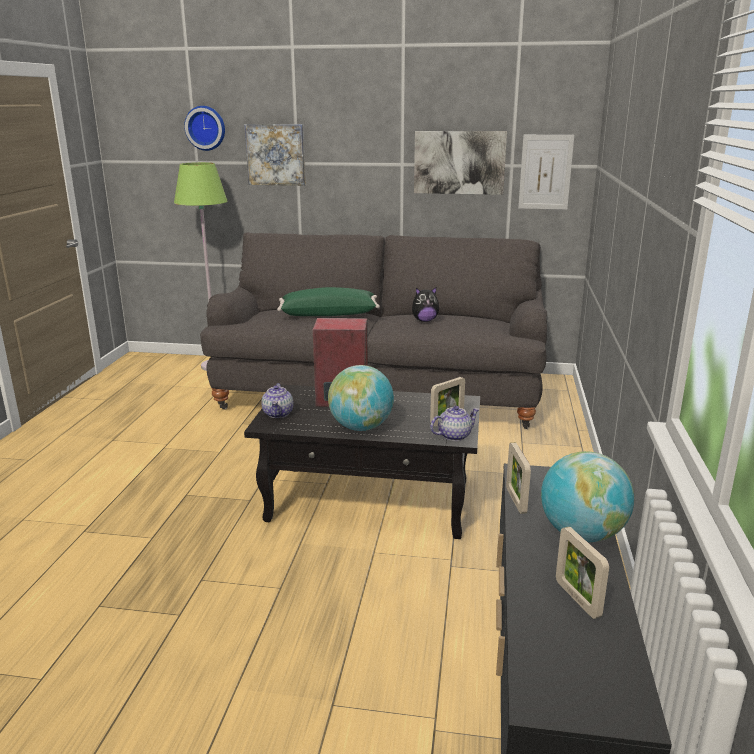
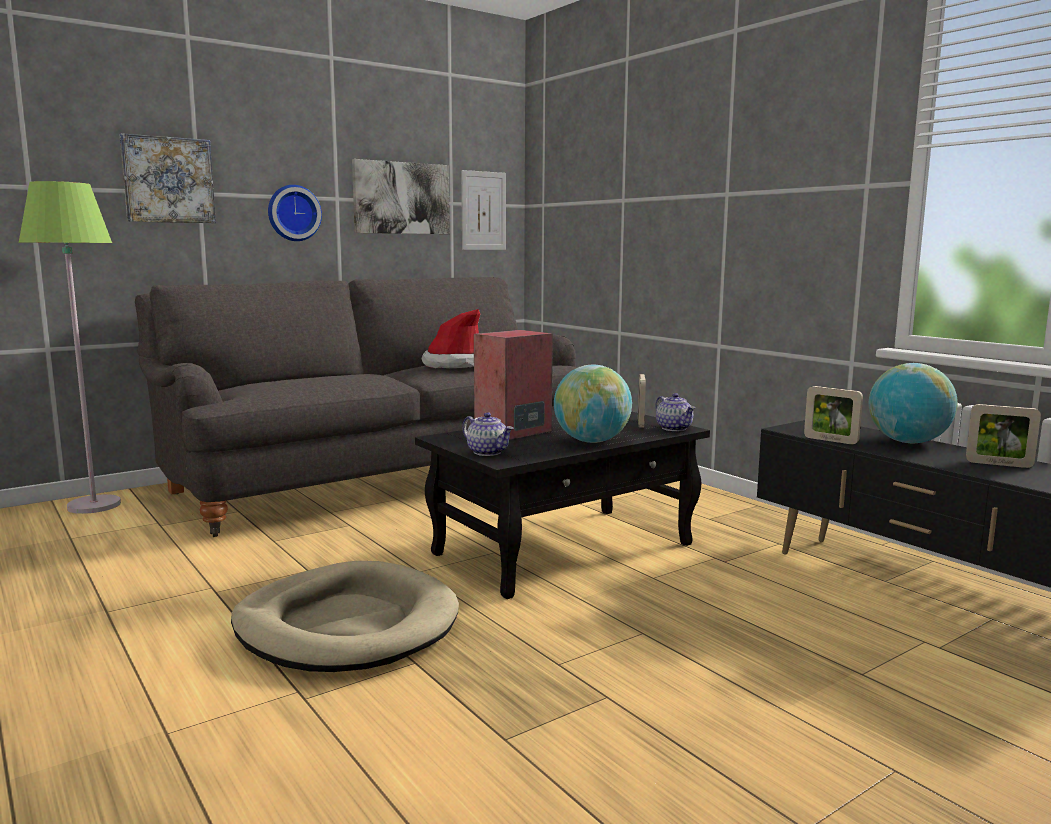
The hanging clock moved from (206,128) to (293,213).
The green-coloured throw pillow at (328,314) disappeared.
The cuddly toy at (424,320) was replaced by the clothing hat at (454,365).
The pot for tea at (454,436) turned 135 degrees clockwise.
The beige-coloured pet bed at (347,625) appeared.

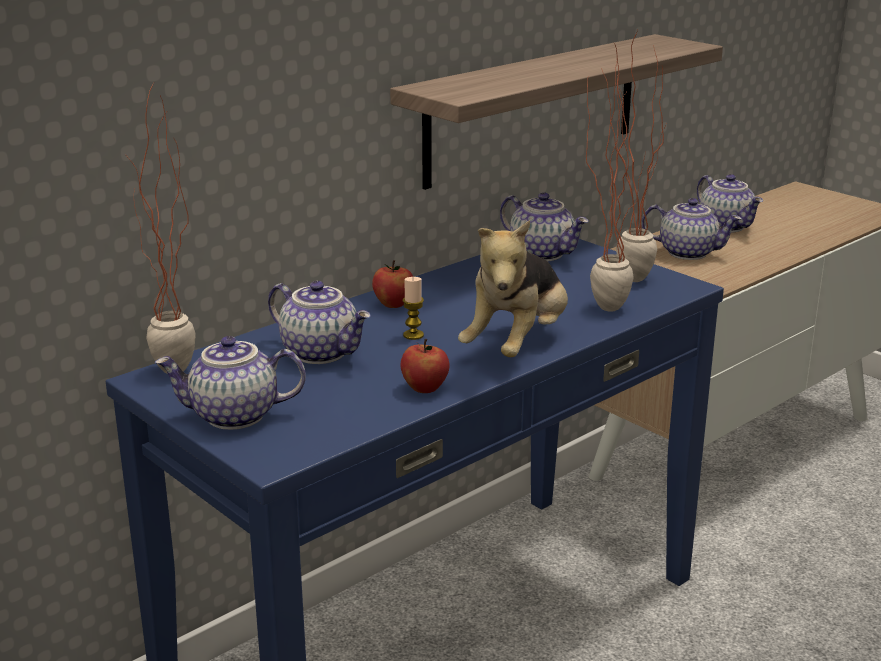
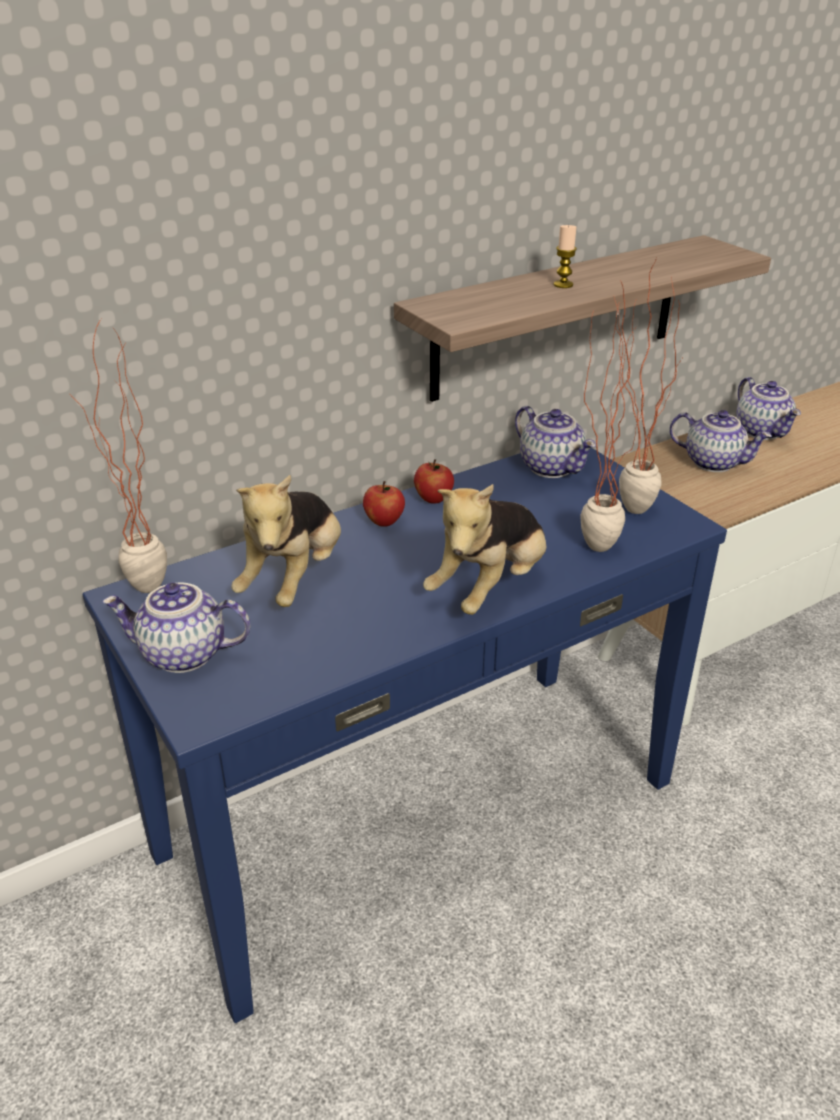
The wax light moved from (413,335) to (563,285).
The pot for tea at (322,352) was replaced by the cuddly toy at (294,579).
The whole apple moved from (425,388) to (433,499).

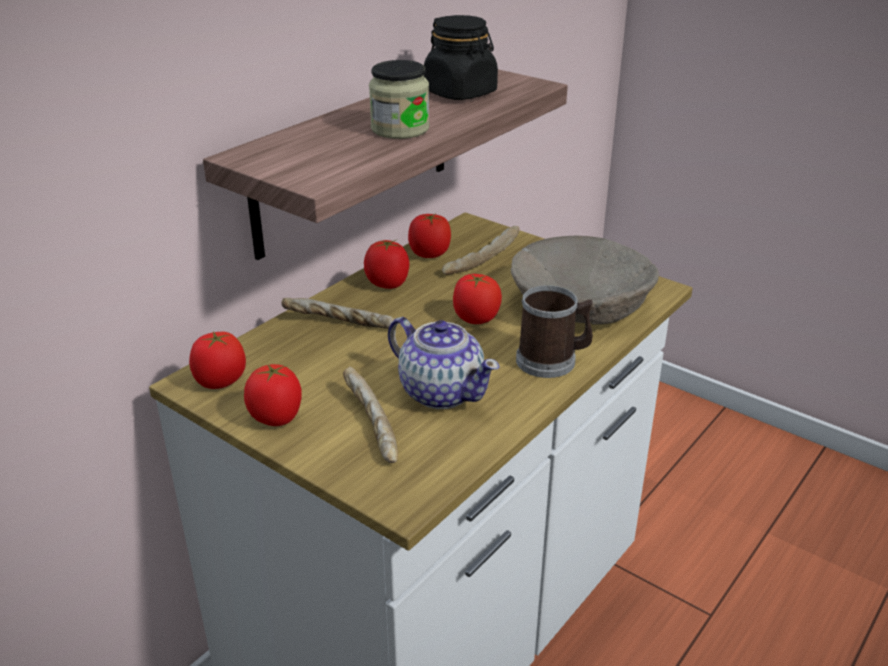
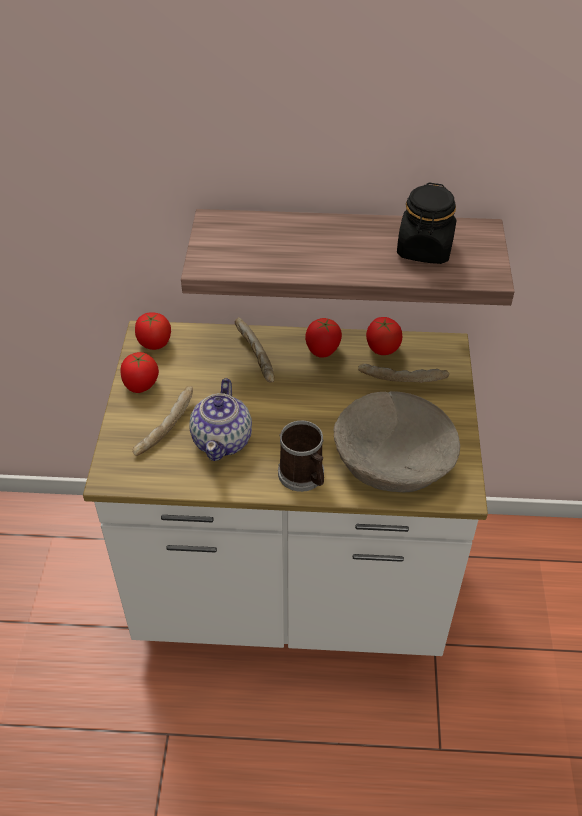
The jar at (400,129) disappeared.
The fresh tomato at (476,319) disappeared.

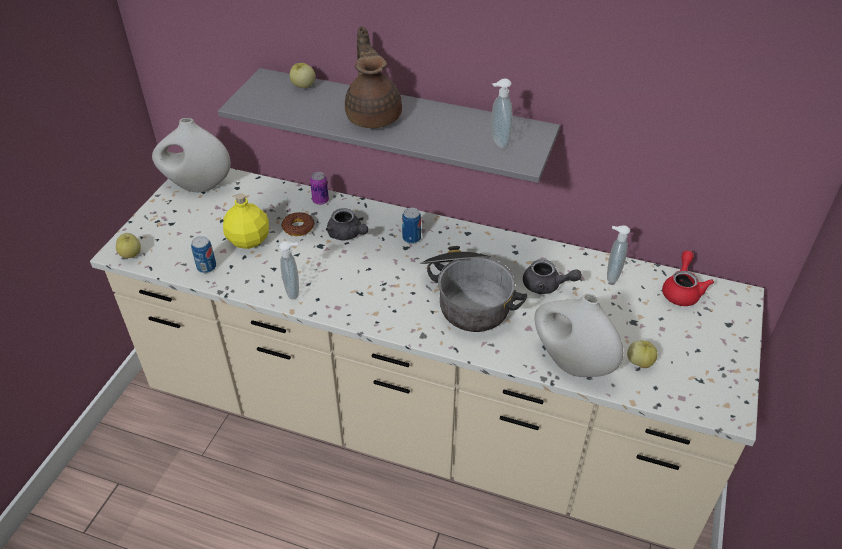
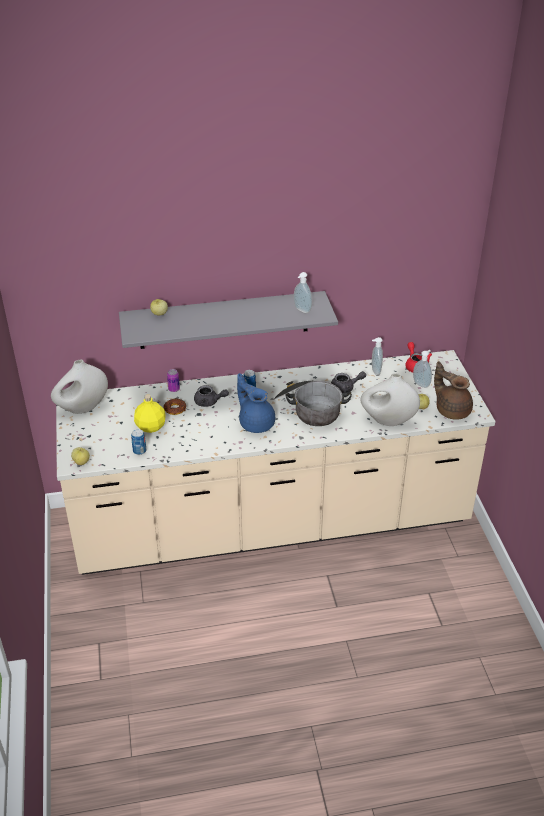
The brown pot for tea moved from (374,115) to (451,410).
The soap dispenser moved from (294,291) to (421,384).
The blue-coloured pot for tea at (256,423) appeared.

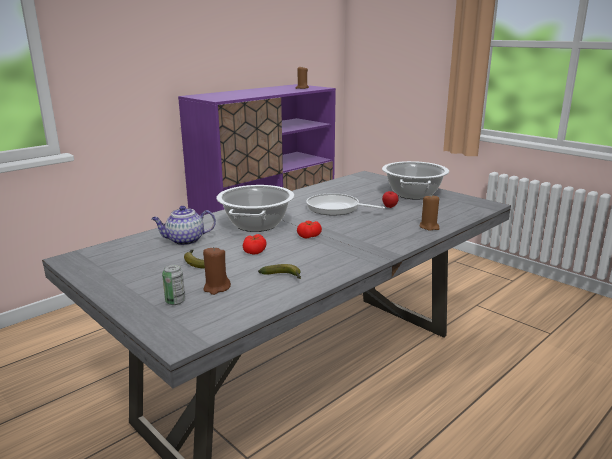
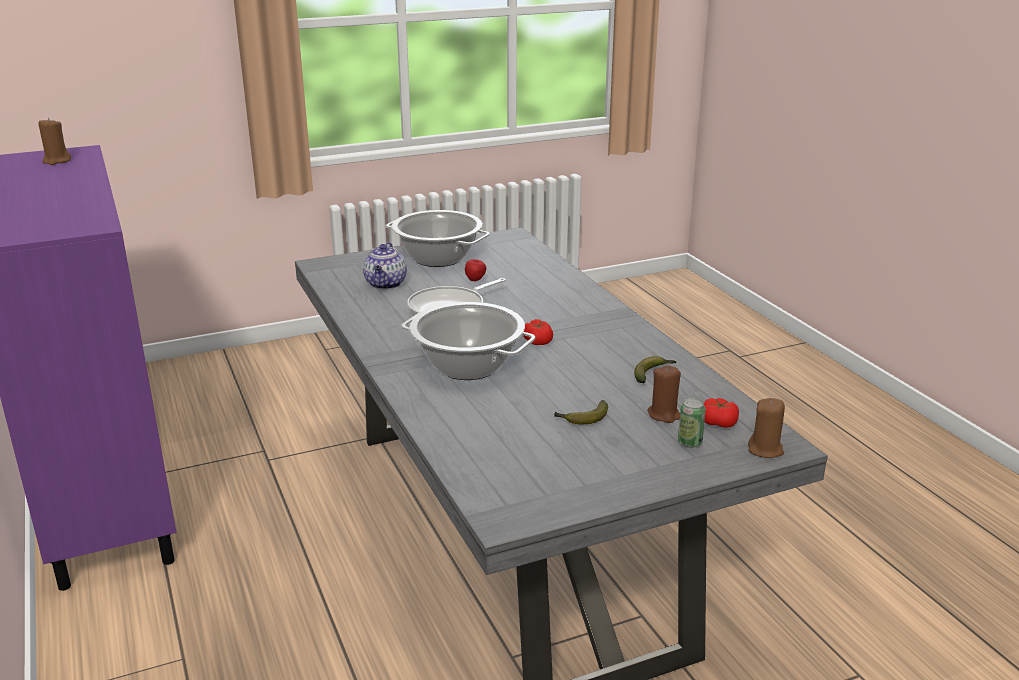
The brown wax light moved from (429,227) to (765,450).
The pot for tea moved from (185,241) to (386,284).
The fresh tomato moved from (255,251) to (718,422).

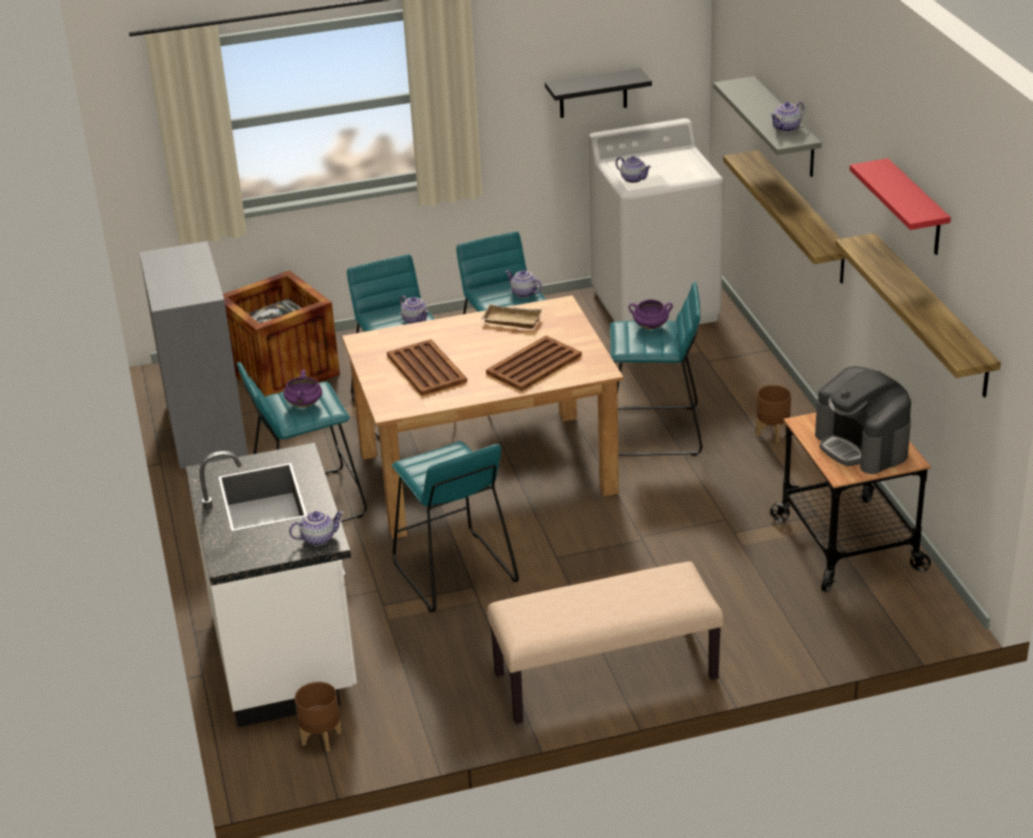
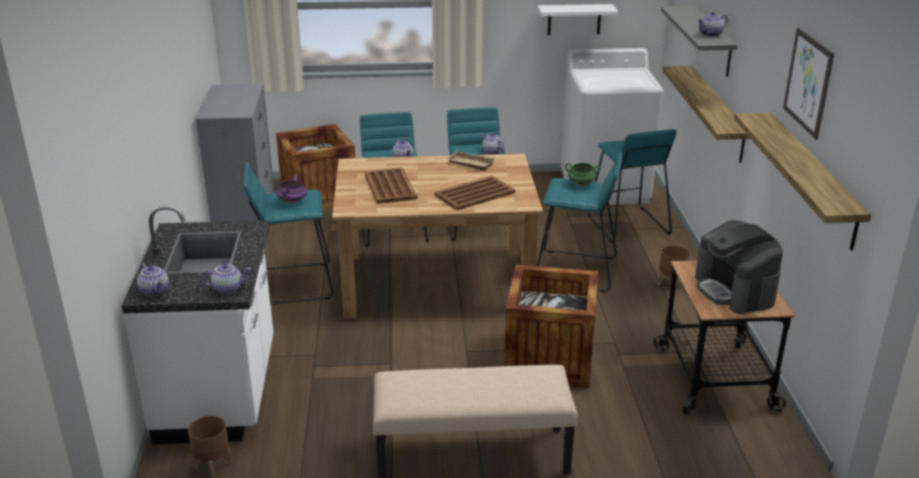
The black-coloured wall shelf at (593,93) became the whitish wall shelf at (574,19).
The pot for tea moved from (634,179) to (155,291).
The reddish wall shelf at (916,209) was replaced by the picture at (808,82).
The purple-coloured stockpot at (650,327) became the green-coloured stockpot at (581,184).
The turquoise-coloured sitting stool moved from (453,572) to (627,225).
The shipping crate at (549,359) appeared.

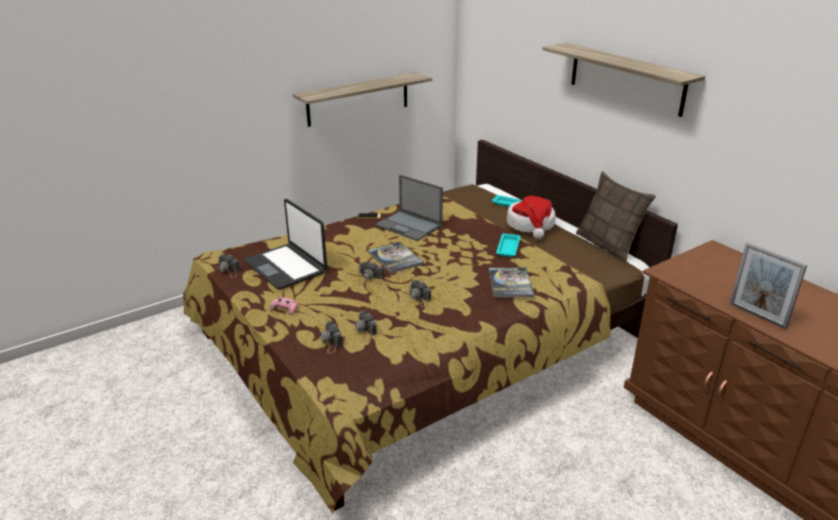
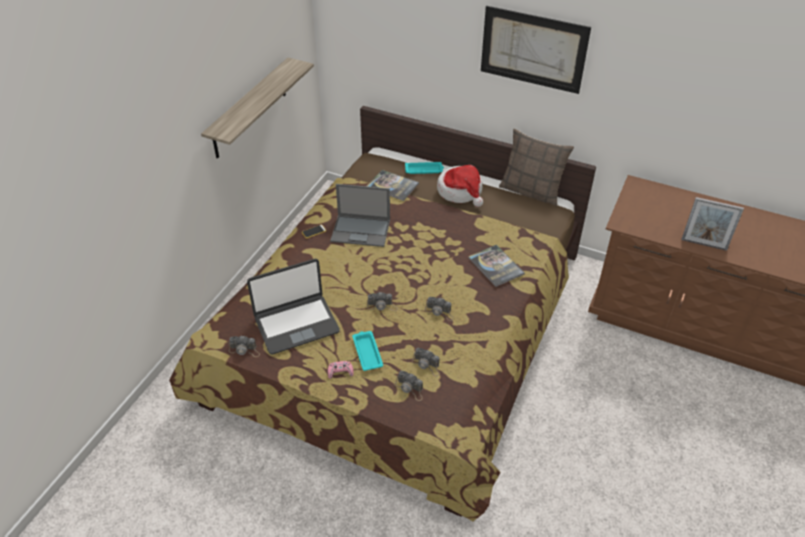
The wall shelf at (626,78) was replaced by the picture at (533,49).
The portable computer at (286,267) turned 45 degrees counterclockwise.
The turquoise-coloured carrying tray moved from (508,247) to (367,352).
The volume moved from (395,258) to (392,186).

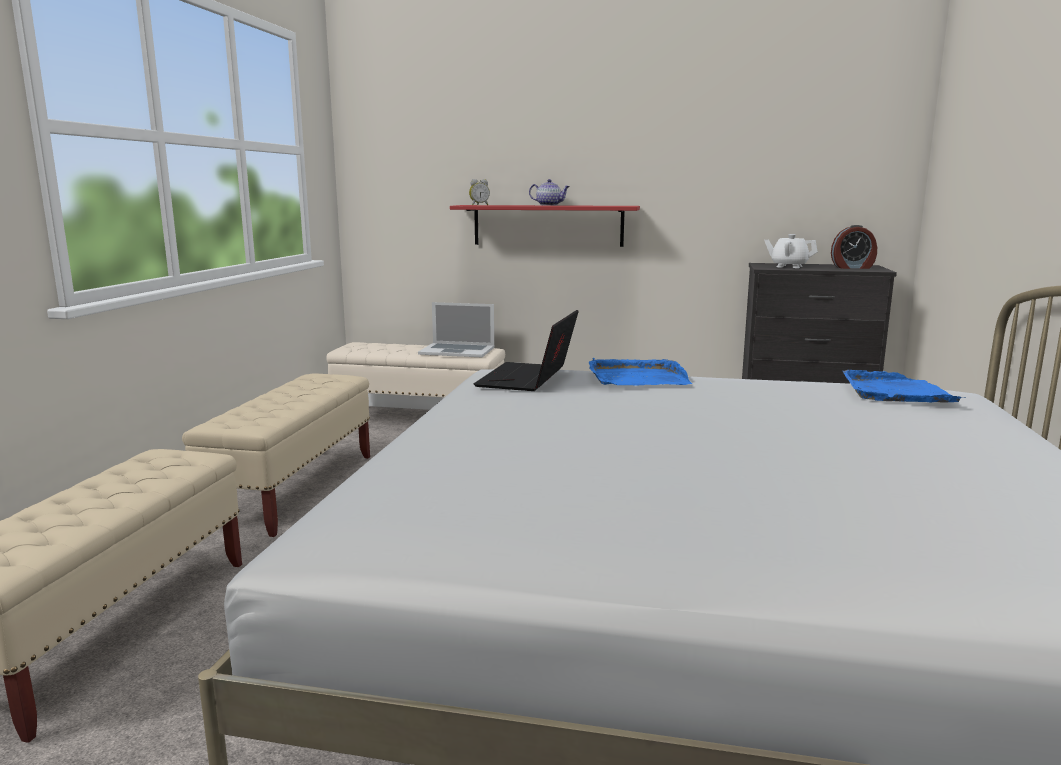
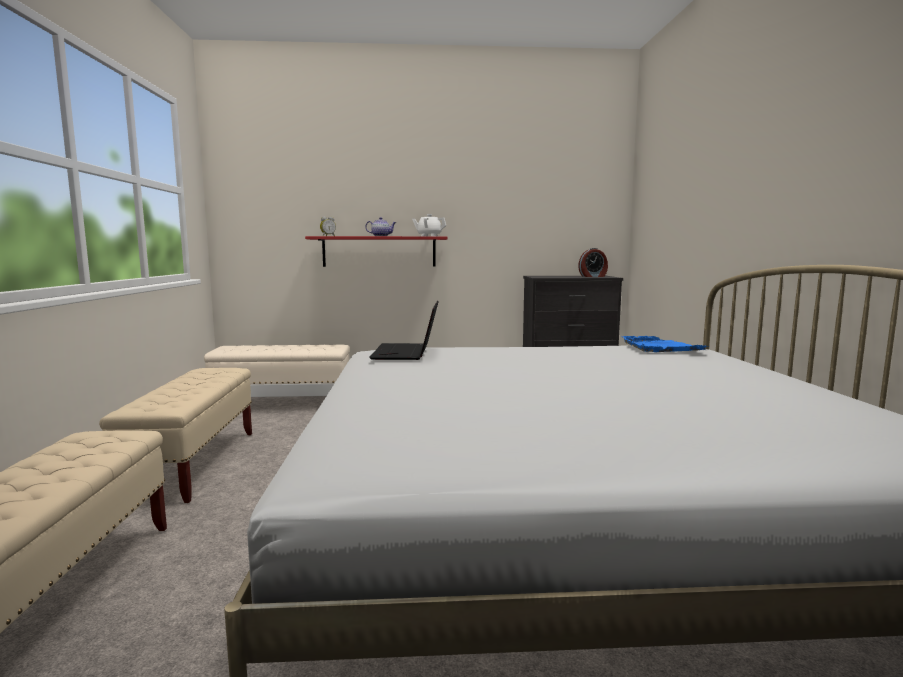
The whitish pot for tea moved from (788,266) to (429,236).
The portable computer at (457,350) disappeared.
The blue-coloured carrying tray at (636,378) disappeared.

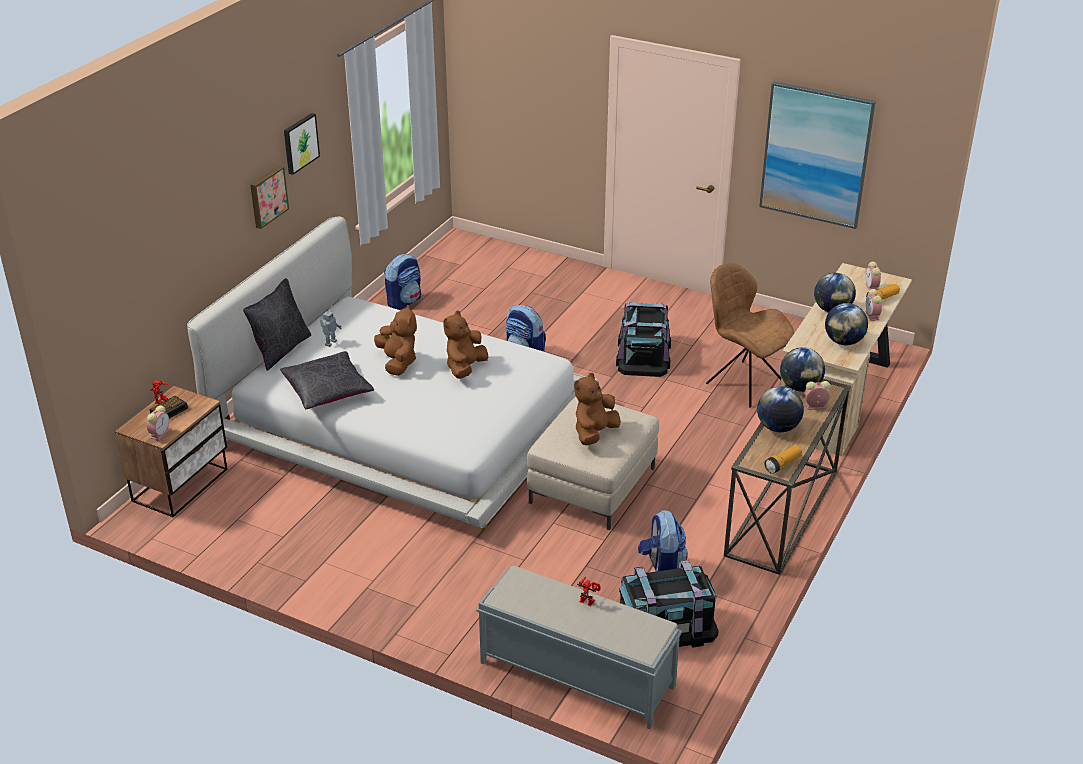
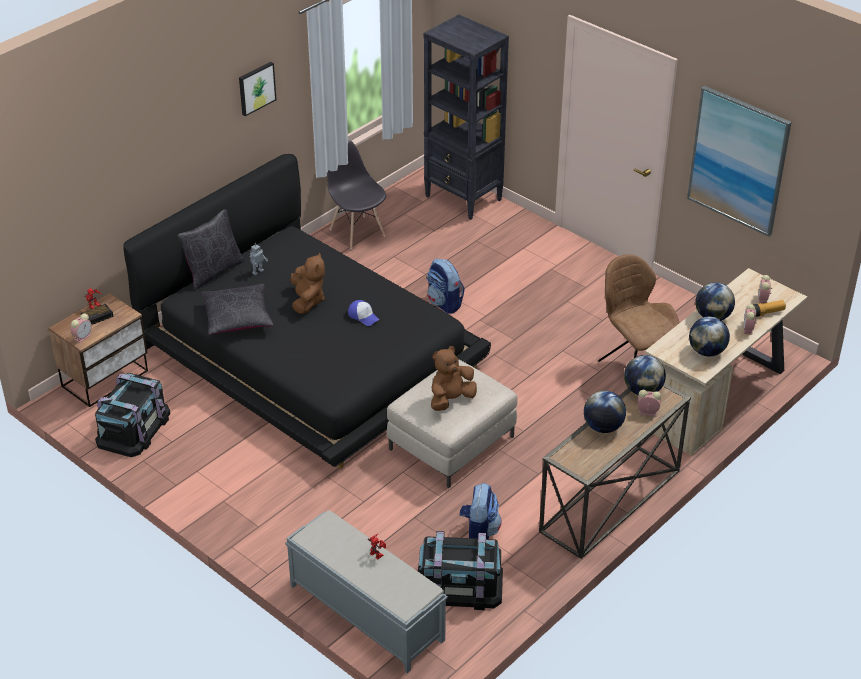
The picture at (267,196) disappeared.
The whitish bedroom bed at (403,424) became the black-coloured bedroom bed at (310,354).
The rucksack at (404,301) was replaced by the greyish chair at (357,232).
The black-coloured storage container moved from (643,354) to (133,427).
The brown cuddly toy at (465,368) was replaced by the baseball cap at (363,316).
The flashlight at (783,464) disappeared.
The black-coloured bookshelf at (464,198) appeared.

